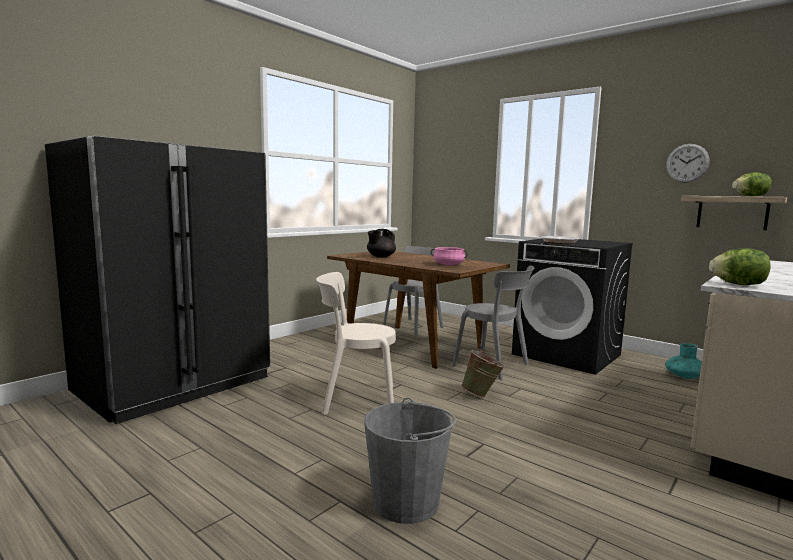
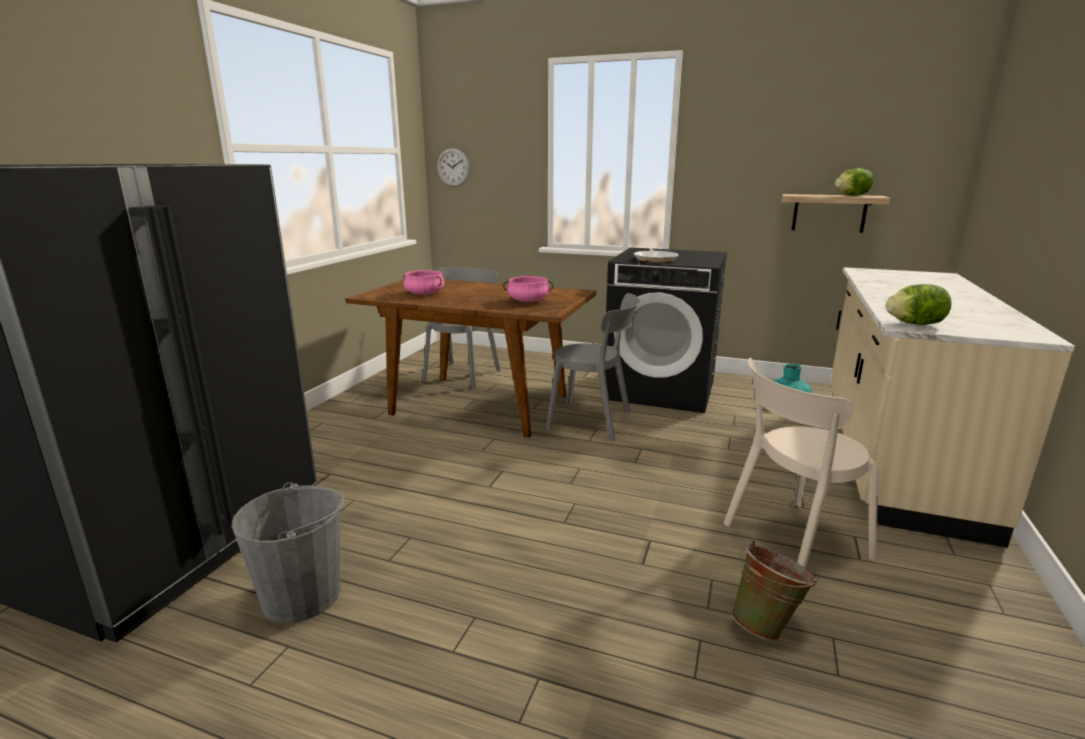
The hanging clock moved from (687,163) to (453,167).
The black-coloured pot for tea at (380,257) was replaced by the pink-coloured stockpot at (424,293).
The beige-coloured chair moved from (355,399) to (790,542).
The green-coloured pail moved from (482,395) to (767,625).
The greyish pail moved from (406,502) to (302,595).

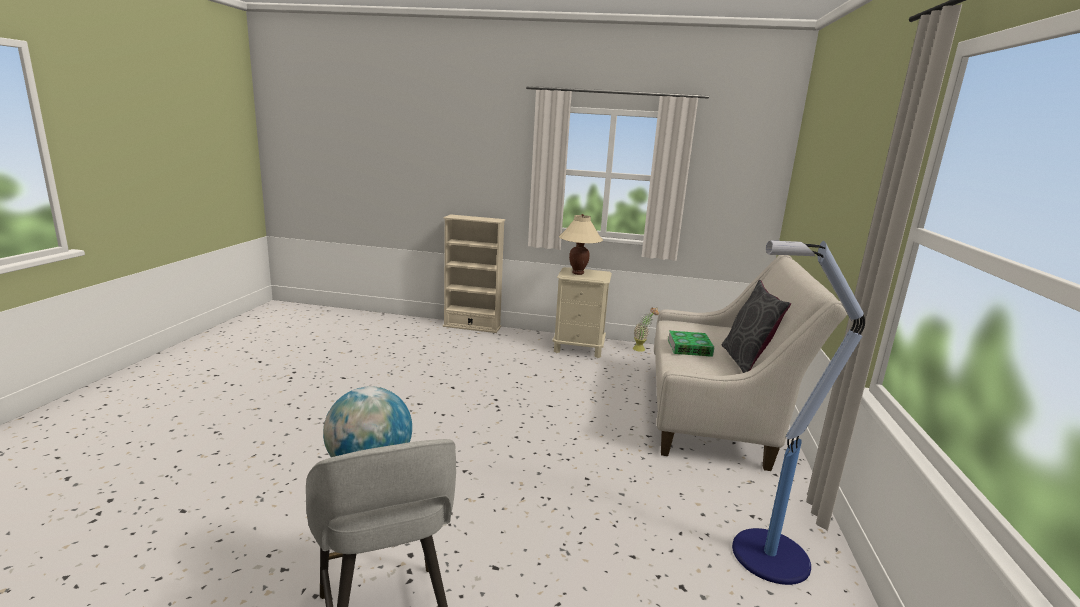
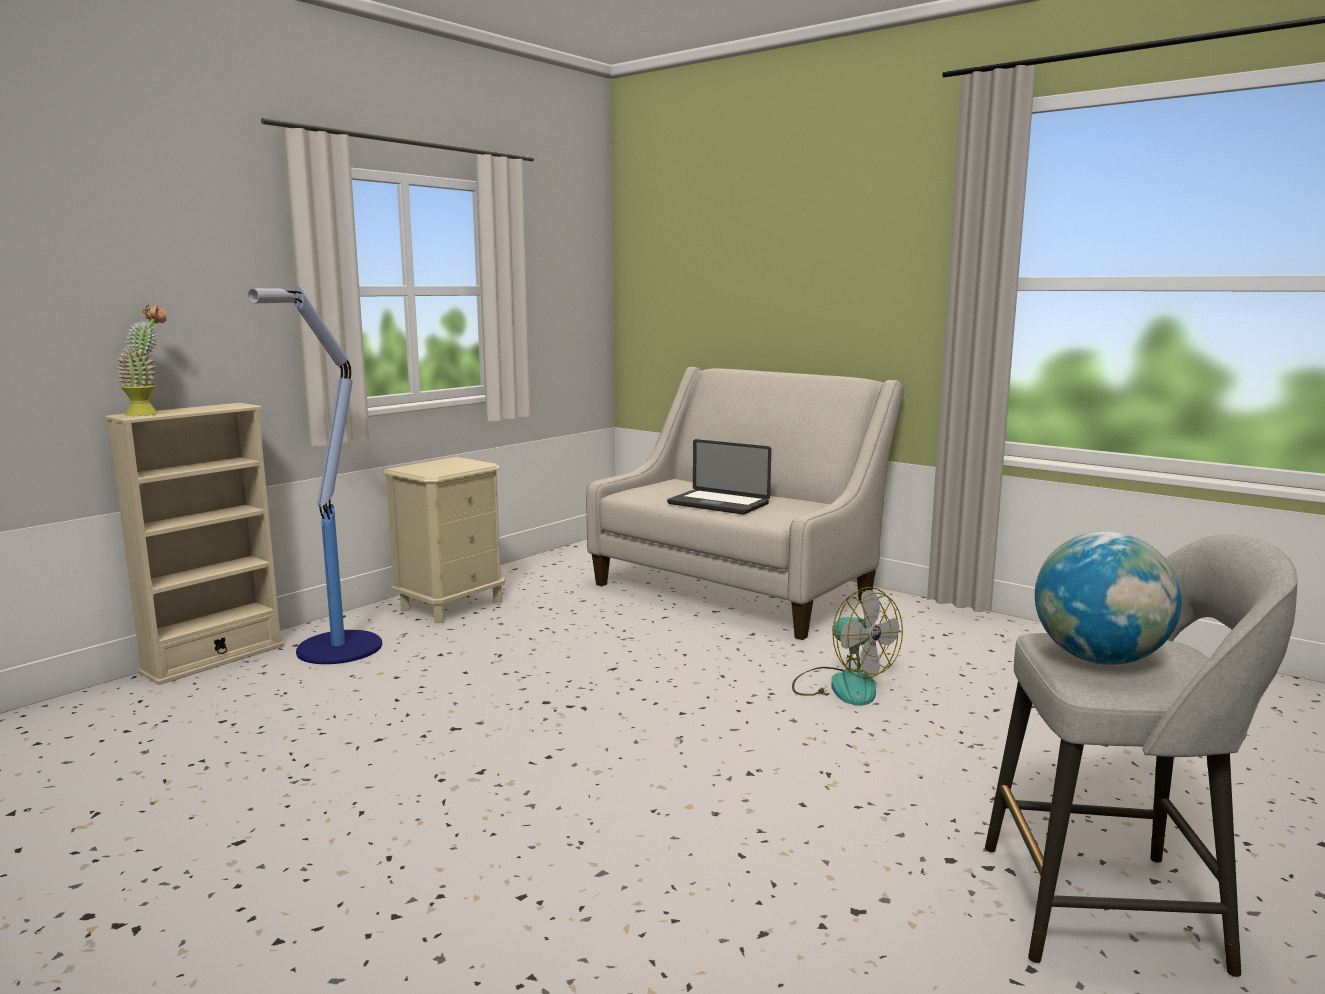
The beige-coloured lamp for a table at (578,273) disappeared.
The standard lamp moved from (767,556) to (337,649).
The greyish throw pillow at (746,361) disappeared.
The plant in a pot moved from (642,349) to (149,413).
The volume at (689,348) was replaced by the portable computer at (718,504).
The fan at (842,685) appeared.

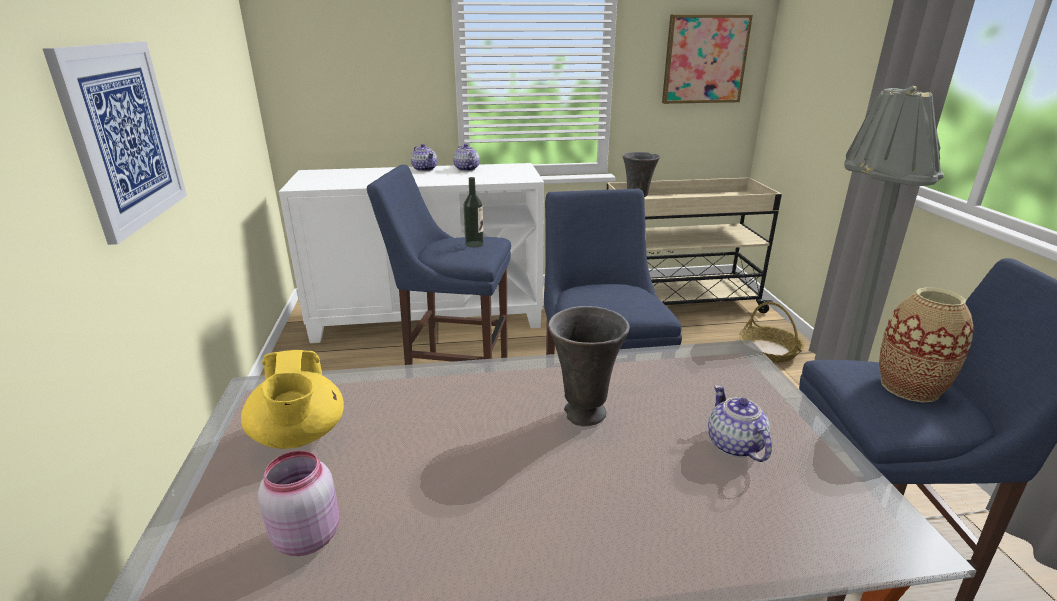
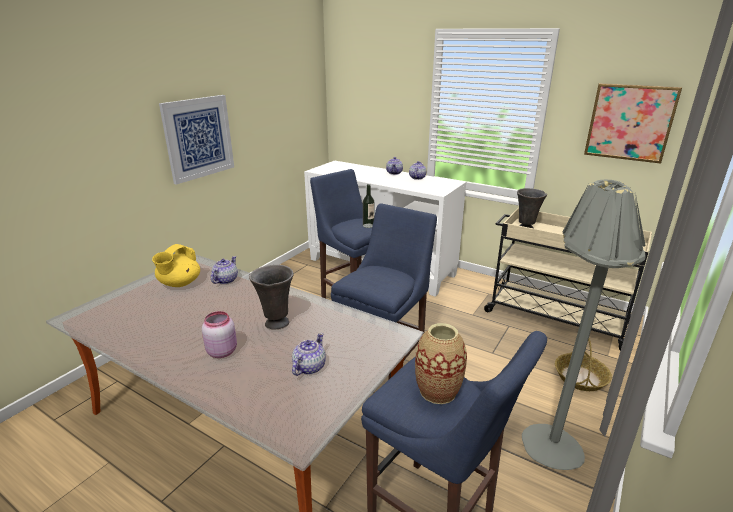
The pink-coloured jar moved from (306,535) to (222,351).
The pot for tea at (225,280) appeared.

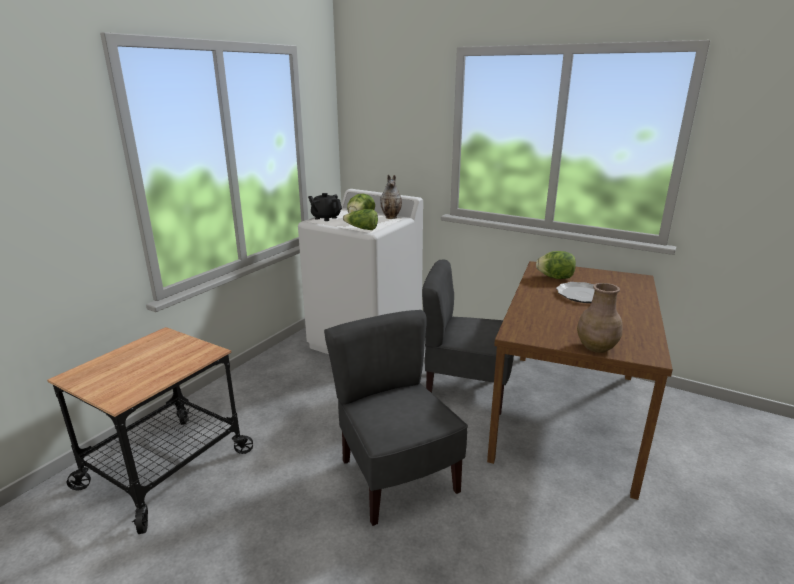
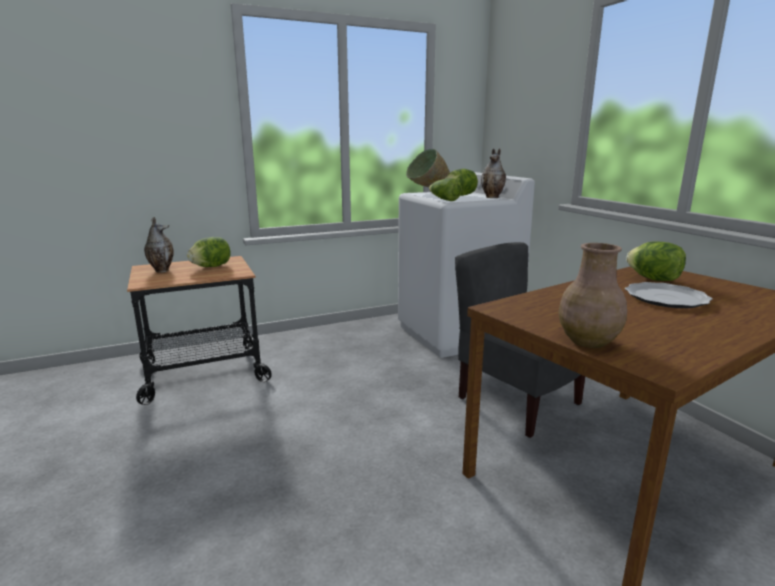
The black-coloured pot for tea at (325,218) was replaced by the green-coloured bowl at (428,193).
The greyish chair at (396,477) disappeared.
The flower vase at (162,270) appeared.
The head of lettuce at (211,267) appeared.

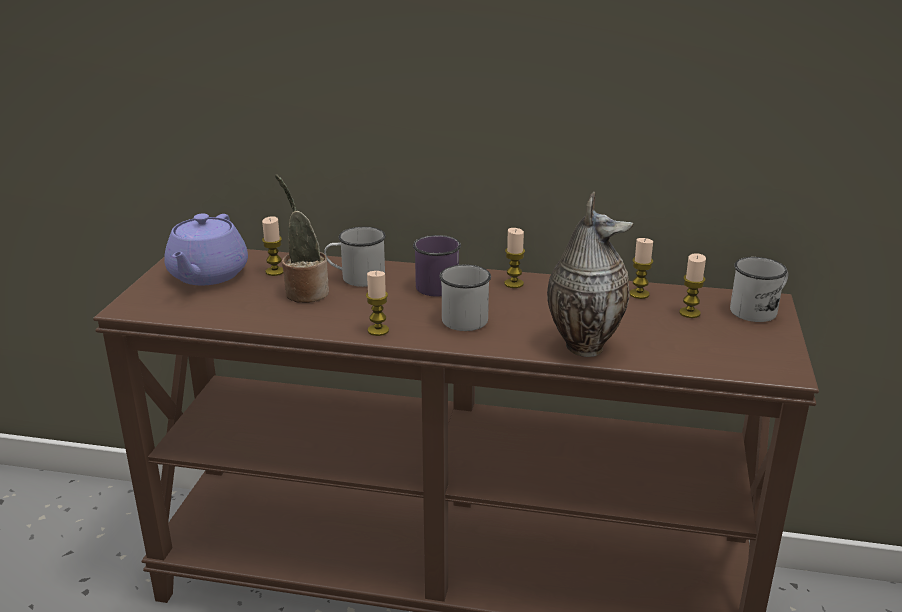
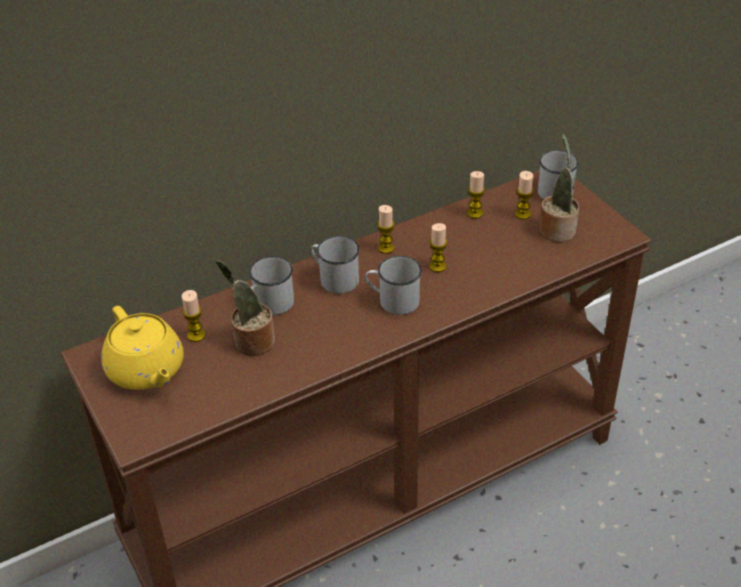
The flower vase at (583,345) disappeared.
The purple-coloured pot for tea at (207,275) became the yellow pot for tea at (146,371).
The purple-coloured tea mug at (435,284) became the whitish tea mug at (334,279).
The wax light moved from (378,330) to (437,266).
The plant in a pot at (557,229) appeared.

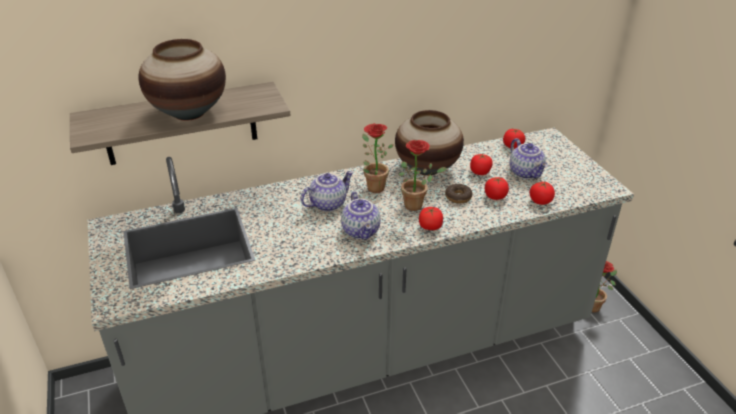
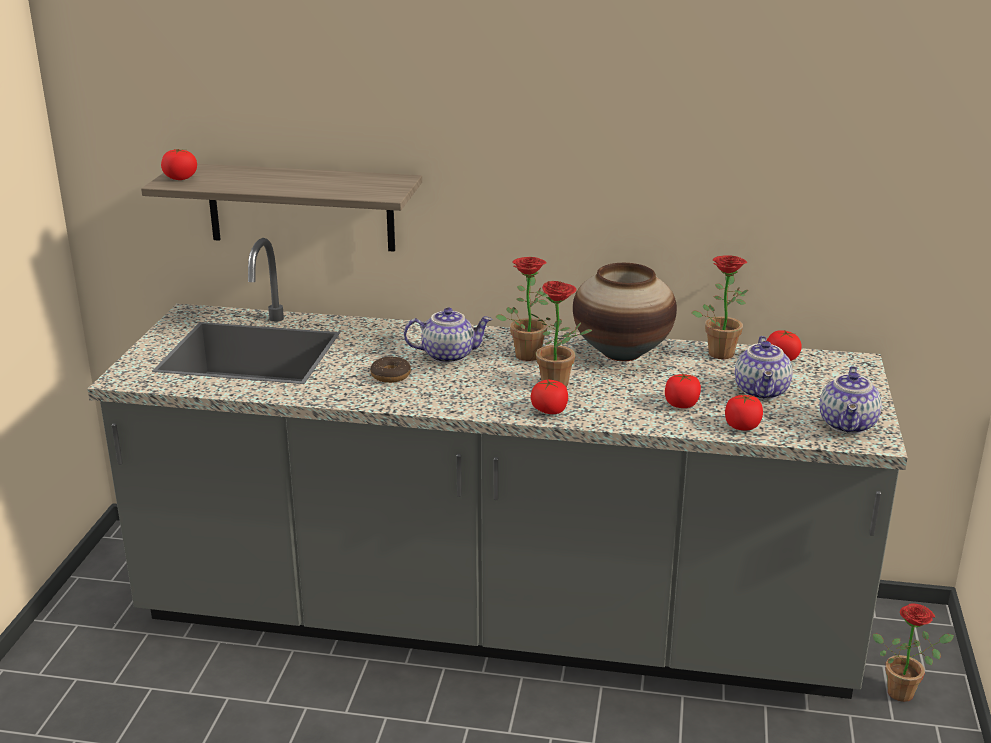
The flower vase at (189,113) disappeared.
The fresh tomato moved from (480,172) to (180,178).
The ring doughnut moved from (458,197) to (390,375).
The pot for tea moved from (362,231) to (848,425).
The plant in a pot at (719,351) appeared.

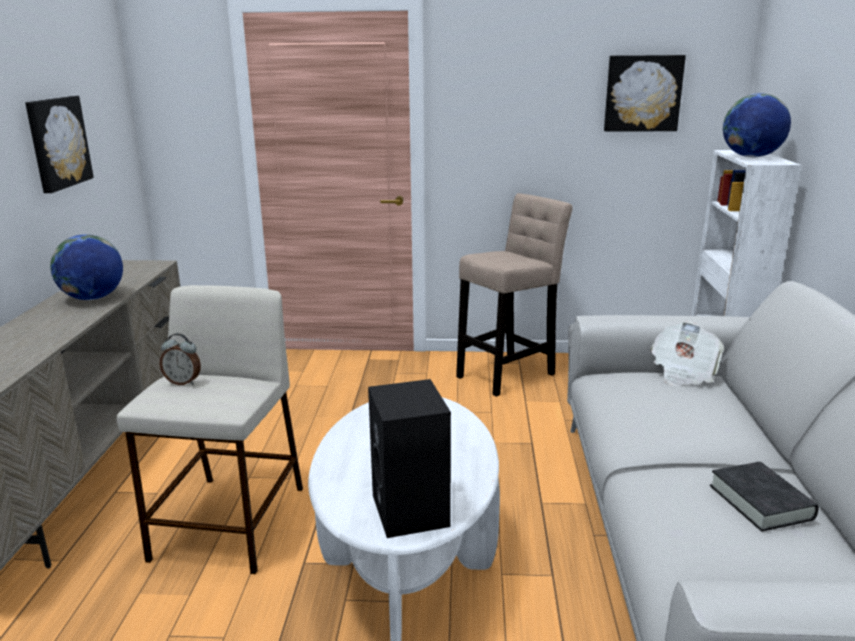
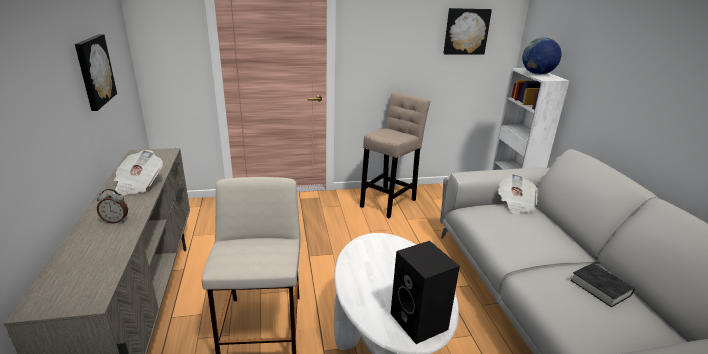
The globe at (93,298) was replaced by the daily paper at (138,185).
The bedside clock moved from (183,382) to (116,221).

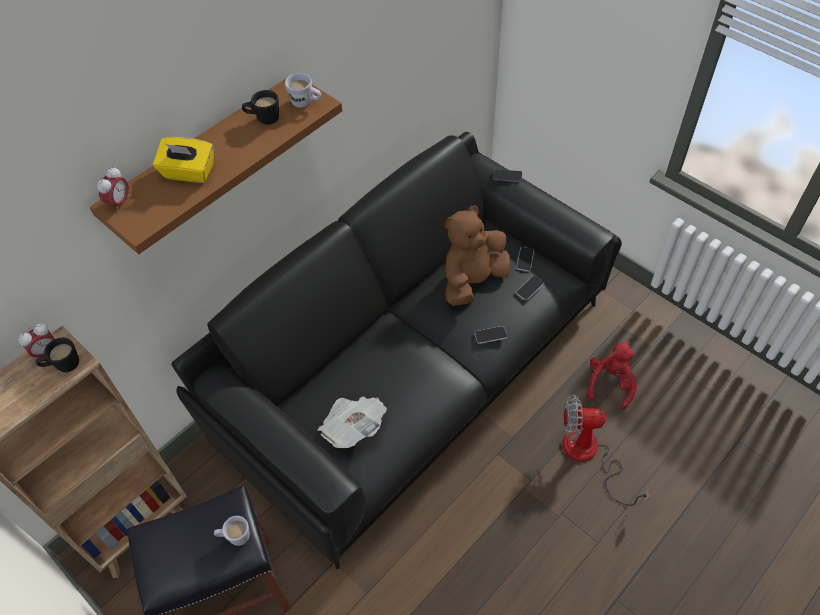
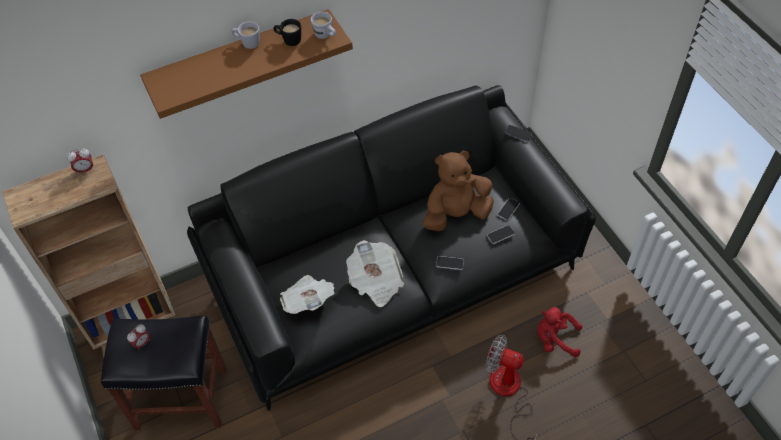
The yellow box of tissues at (189,173) disappeared.
The bedside clock moved from (119,202) to (142,343).
The black-coloured tea mug at (63,366) disappeared.
The reddish cuddly toy at (610,383) turned 120 degrees counterclockwise.
The whitish tea mug moved from (235,537) to (247,43).
The daily paper at (376,281) appeared.

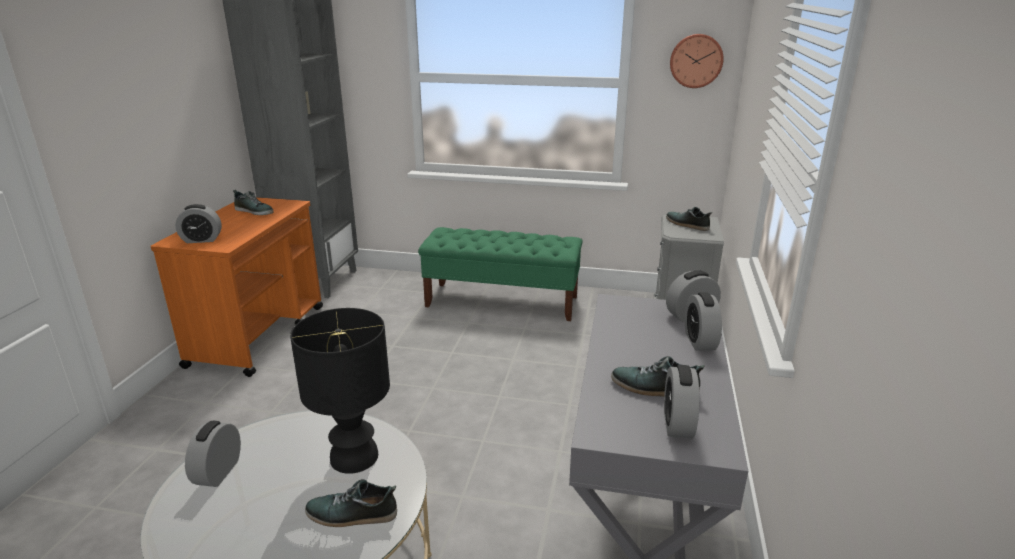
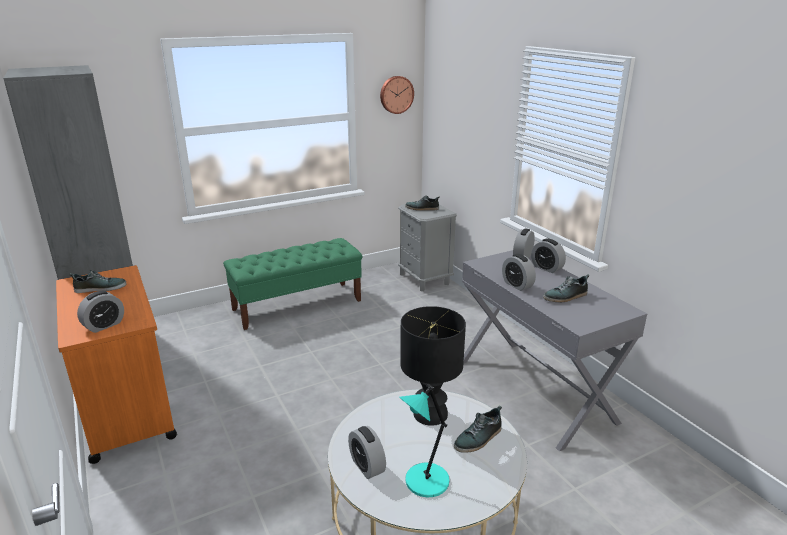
The bedside clock moved from (677,424) to (517,285).
The turquoise-coloured lamp for a table at (425,482) appeared.

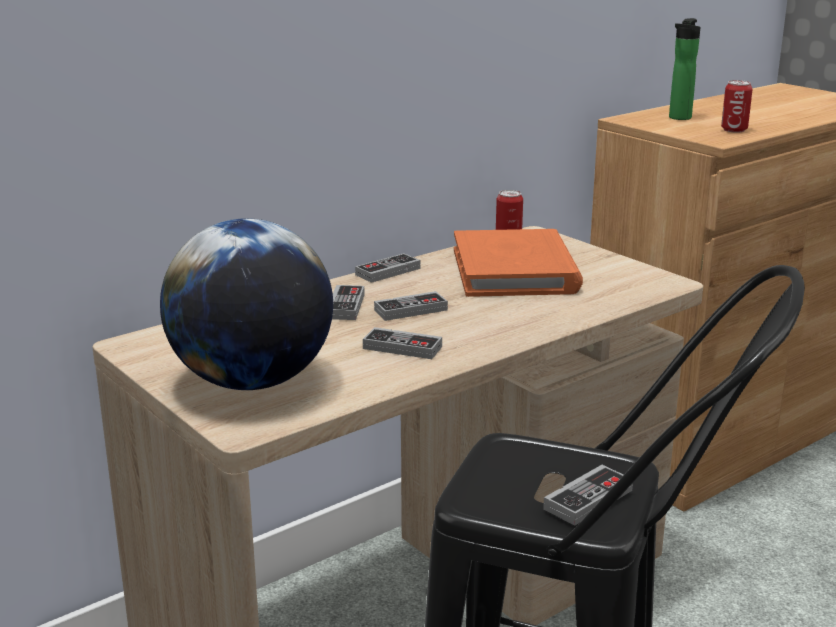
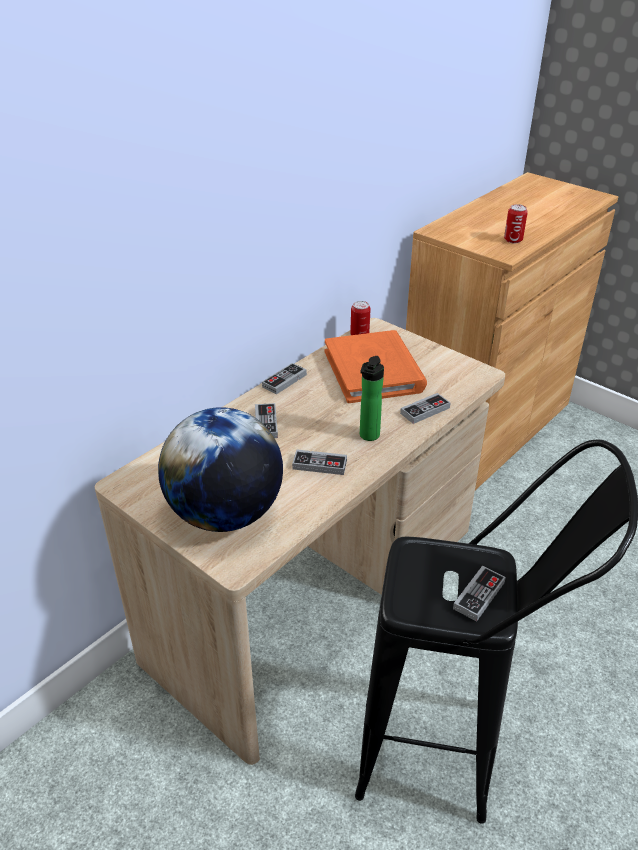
The beverage bottle moved from (678,118) to (368,437).
The game controller moved from (410,310) to (425,410).

